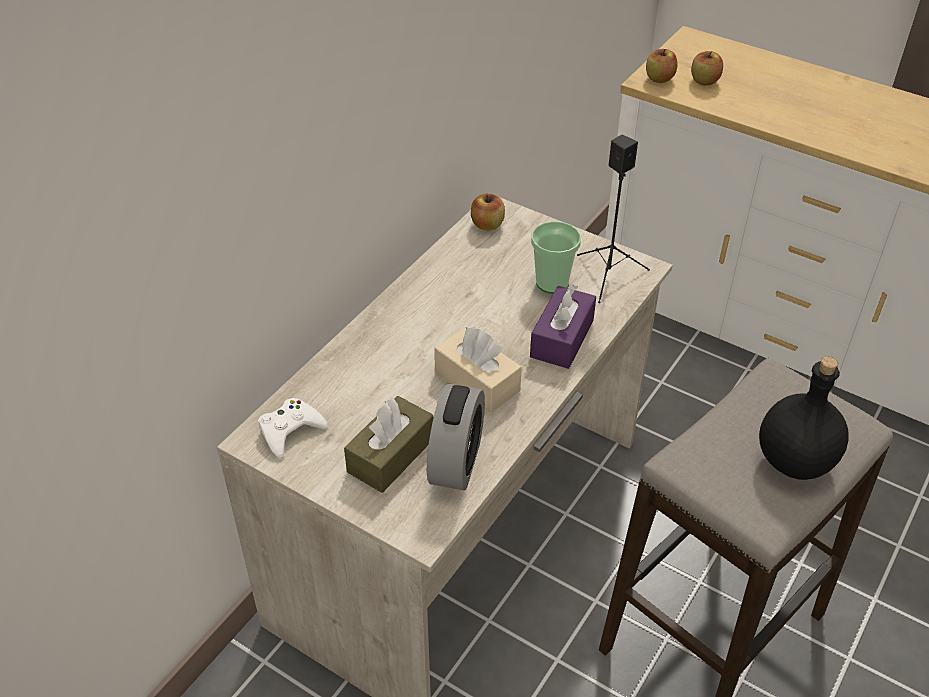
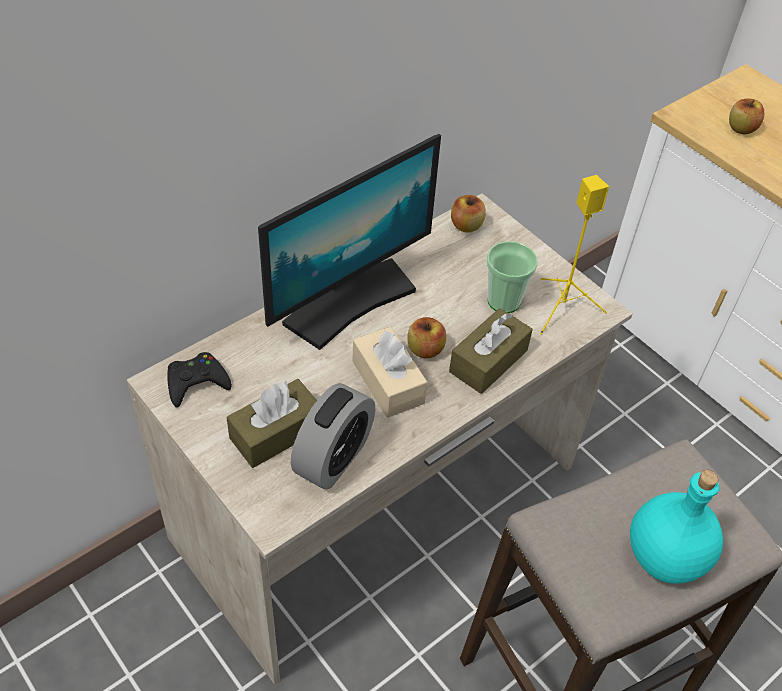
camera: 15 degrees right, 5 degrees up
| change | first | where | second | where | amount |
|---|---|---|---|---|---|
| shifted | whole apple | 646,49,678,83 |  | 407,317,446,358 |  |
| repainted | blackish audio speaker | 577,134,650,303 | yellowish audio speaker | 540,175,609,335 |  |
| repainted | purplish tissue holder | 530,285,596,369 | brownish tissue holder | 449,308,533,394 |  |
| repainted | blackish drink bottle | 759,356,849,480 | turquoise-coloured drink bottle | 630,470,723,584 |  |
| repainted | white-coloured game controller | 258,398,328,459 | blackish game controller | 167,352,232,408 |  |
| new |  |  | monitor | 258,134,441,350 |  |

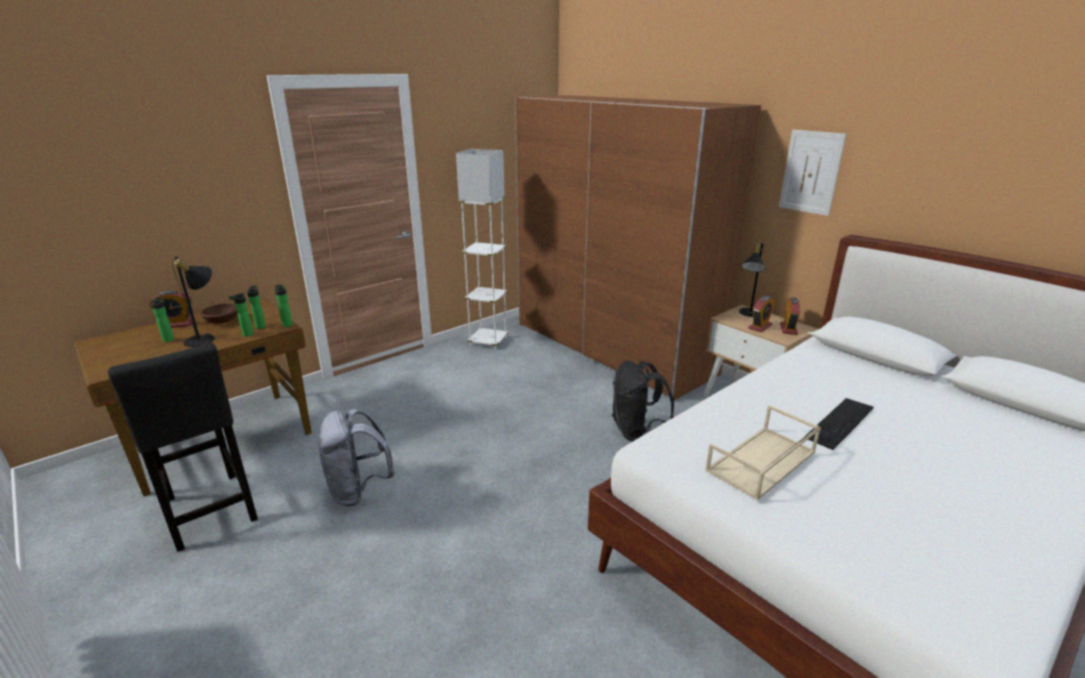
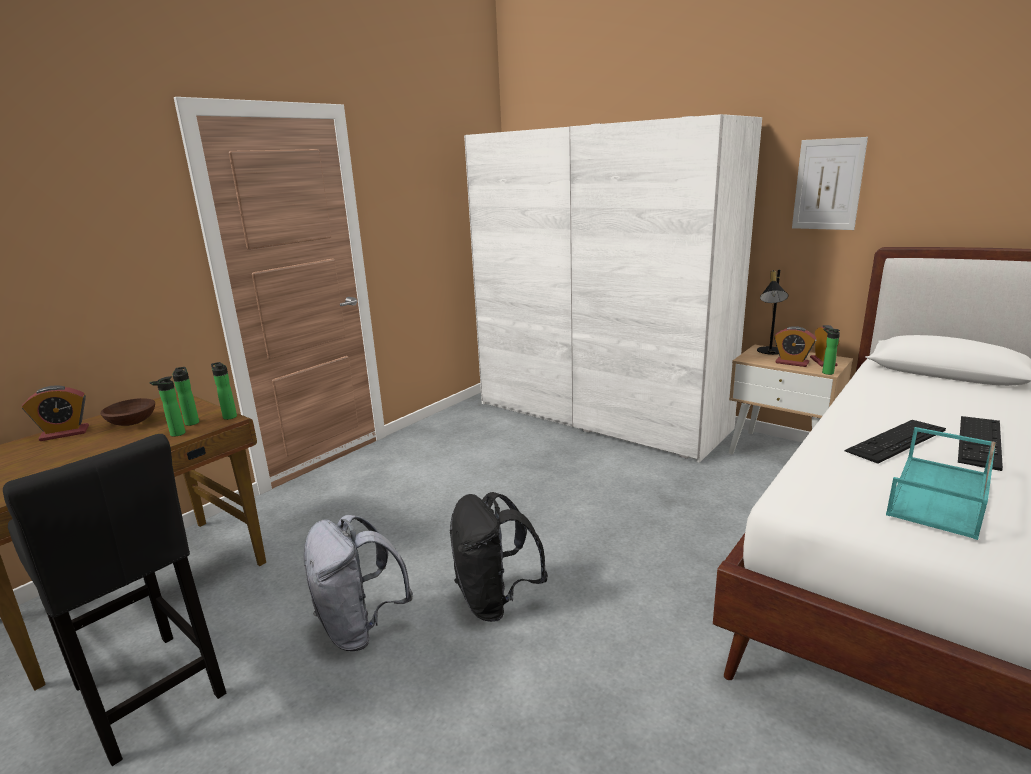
camera: 10 degrees left, 5 degrees down
| change | first | where | second | where | amount |
|---|---|---|---|---|---|
| repainted | brownish armoire | 515,95,761,400 | white-coloured armoire | 464,114,762,463 |  |
| gone | white-coloured floor lamp | 456,149,509,350 |  |  |  |
| gone | blackish tabletop lamp | 172,256,215,347 |  |  |  |
| rotated | table clock | 748,295,775,332 |  | 774,326,816,367 | 90 degrees clockwise |
| shifted | drink bottle | 151,297,174,342 |  | 822,328,840,375 |  |
| shifted | blackish backpack | 612,360,674,442 |  | 450,492,548,622 |  |
| repainted | beige carrying tray | 705,405,821,500 | turquoise-coloured carrying tray | 886,427,996,540 |  |
| new |  |  | keyboard | 844,420,946,464 |  |

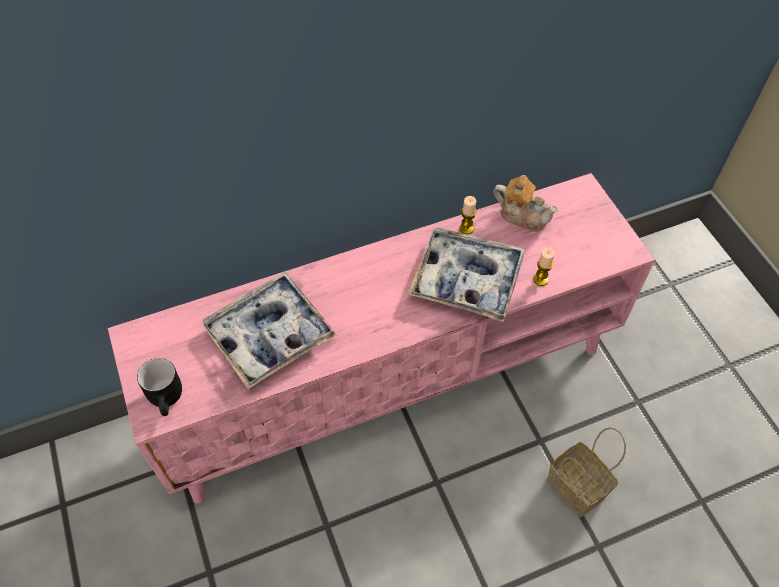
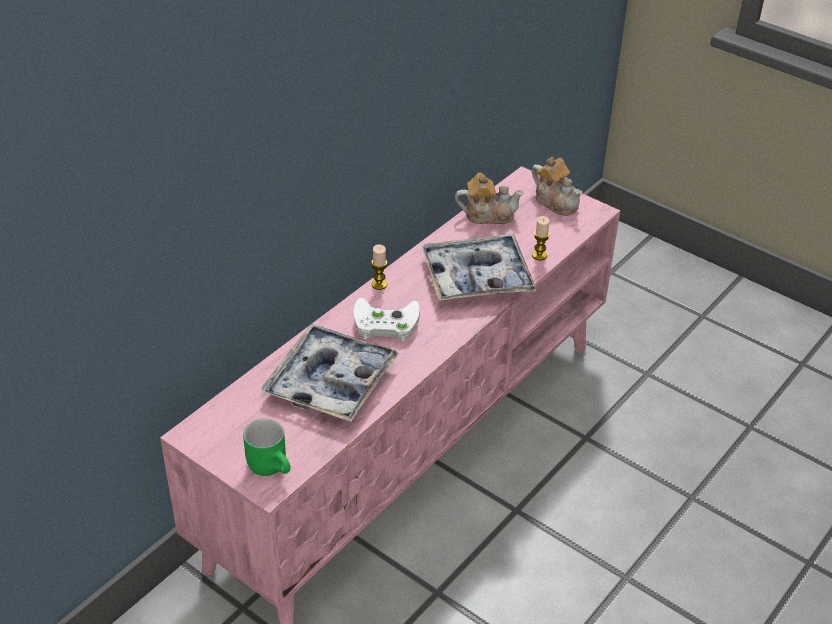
camera: 30 degrees left, 15 degrees down
| change | first | where | second | where | amount |
|---|---|---|---|---|---|
| shifted | wax light | 459,196,476,234 |  | 371,245,387,290 |  |
| repainted | blackish coffee mug | 137,358,182,416 | green-coloured coffee mug | 243,419,291,476 |  |
| gone | household basket | 547,427,626,517 |  |  |  |
| new |  |  | teapot | 532,157,583,216 |  |
| new |  |  | white-coloured game controller | 354,298,420,342 |  |

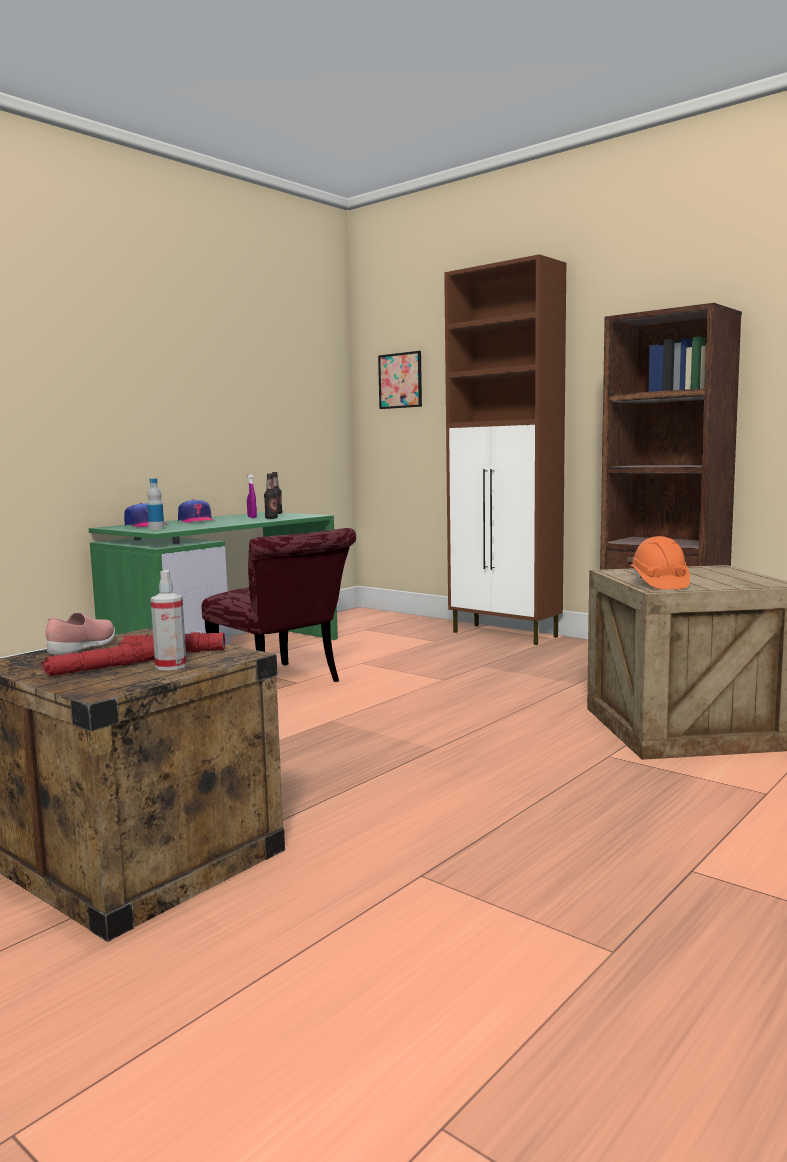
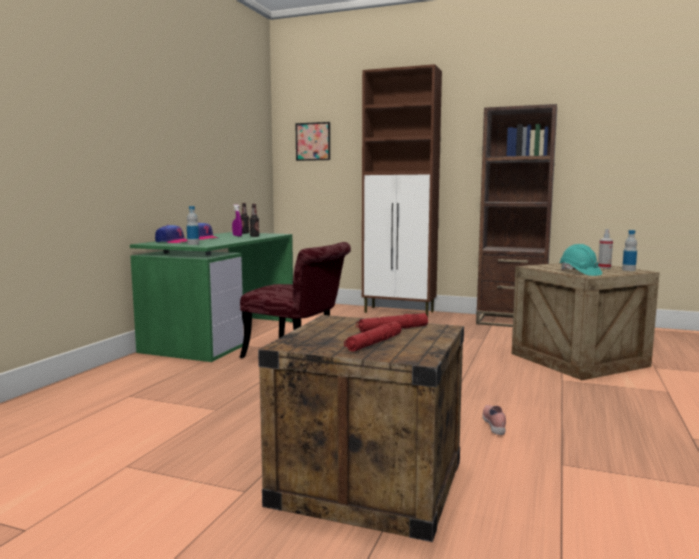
camera: 20 degrees left, 0 degrees up
| change | first | where | second | where | amount |
|---|---|---|---|---|---|
| repainted | orange hard hat | 630,536,690,589 | turquoise-coloured hard hat | 559,244,602,276 |  |
| shifted | hand sprayer | 151,570,187,671 |  | 598,229,613,269 |  |
| shifted | pink-coloured low shoe | 46,613,115,655 |  | 482,405,506,435 |  |
| new |  |  | drink bottle | 622,230,637,271 |  |

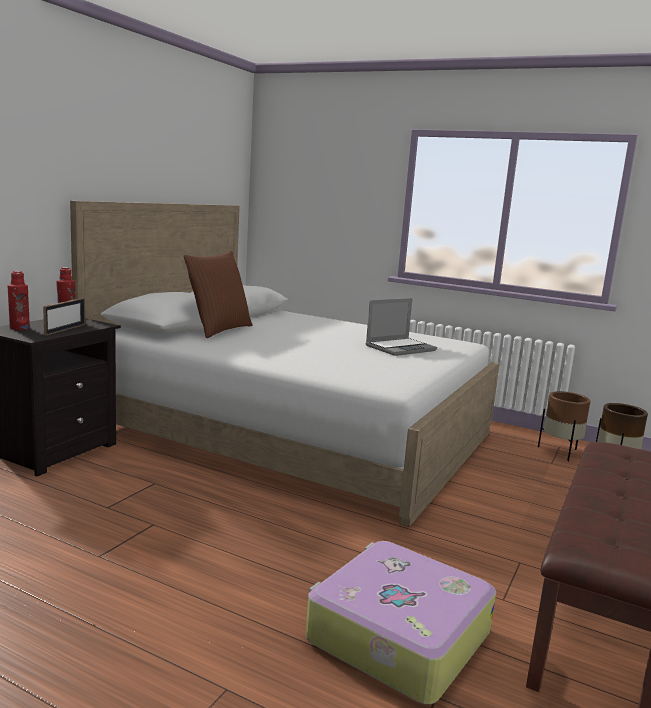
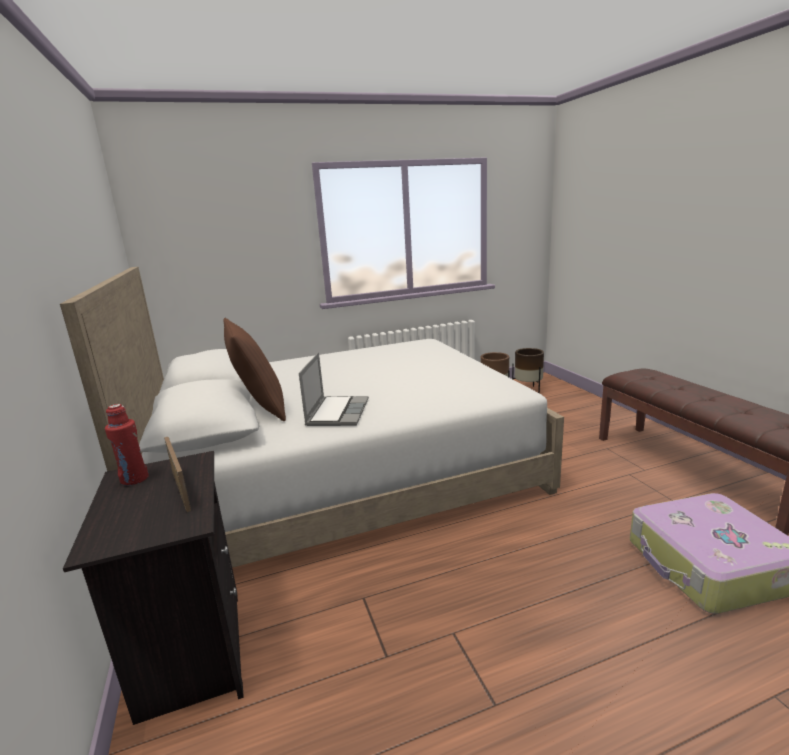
camera: 45 degrees left, 5 degrees up
| change | first | where | second | where | amount |
|---|---|---|---|---|---|
| gone | red-coloured drink bottle | 8,271,30,330 |  |  |  |
| shifted | portable computer | 366,298,437,356 |  | 299,352,369,426 |  |

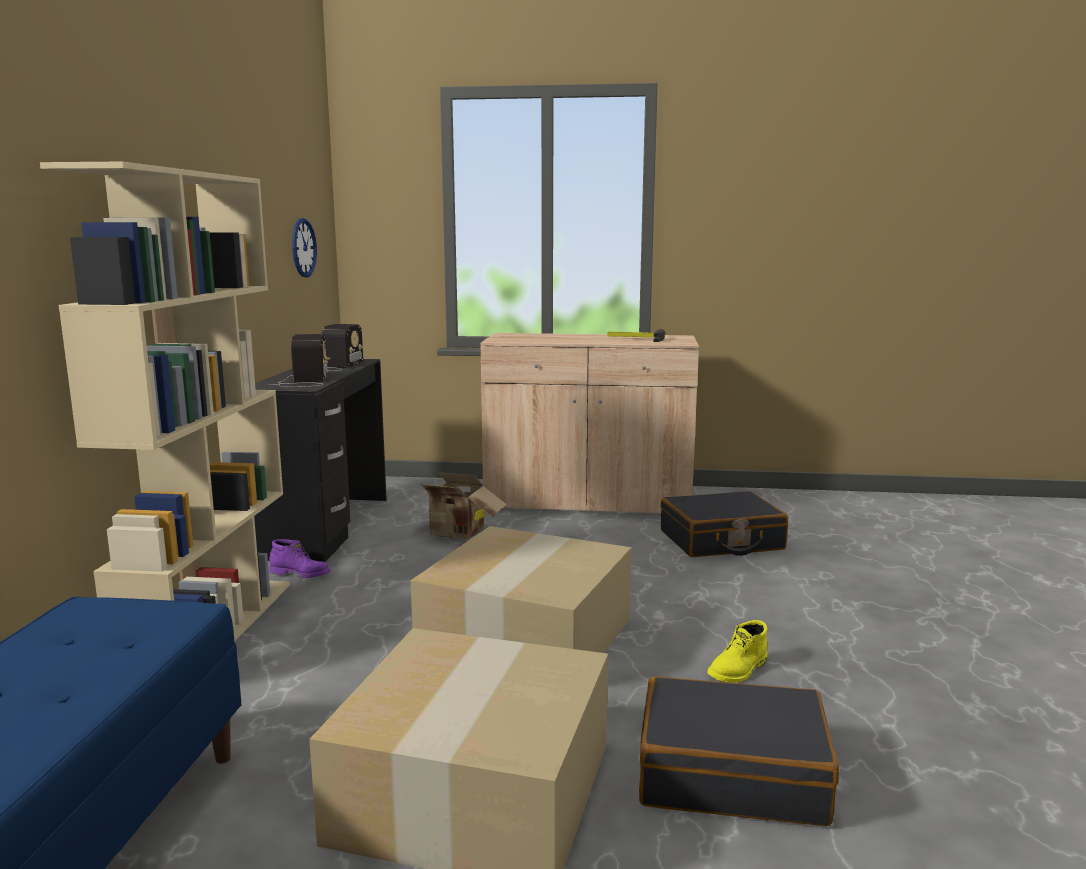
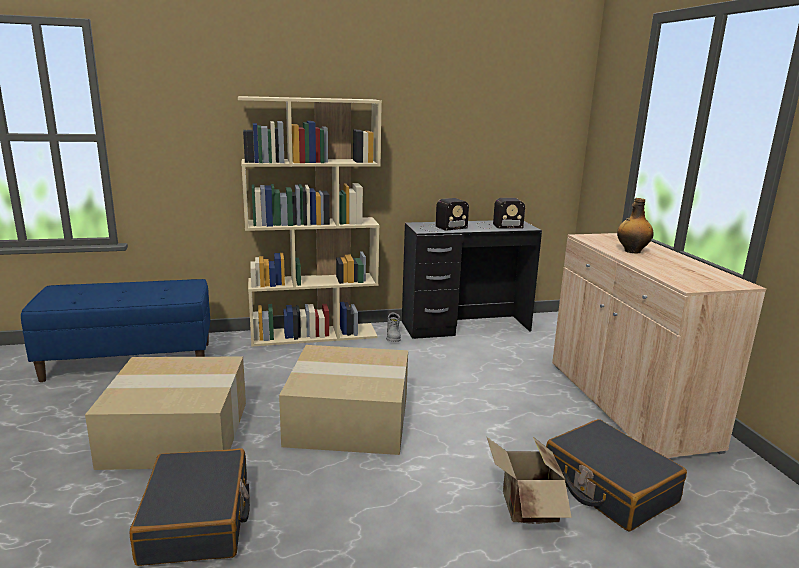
camera: 70 degrees right, 5 degrees up
| change | first | where | second | where | amount |
|---|---|---|---|---|---|
| gone | clock on the wall | 292,218,317,278 |  |  |  |
| gone | hammer | 607,329,665,342 |  |  |  |
| shifted | cardboard box | 415,472,507,539 |  | 487,437,572,524 |  |
| repainted | purplish boot | 269,539,330,578 | greyish boot | 386,313,401,342 |  |
| gone | yellowish boot | 707,620,767,683 |  |  |  |
| new |  |  | drink bottle | 617,198,654,254 |  |

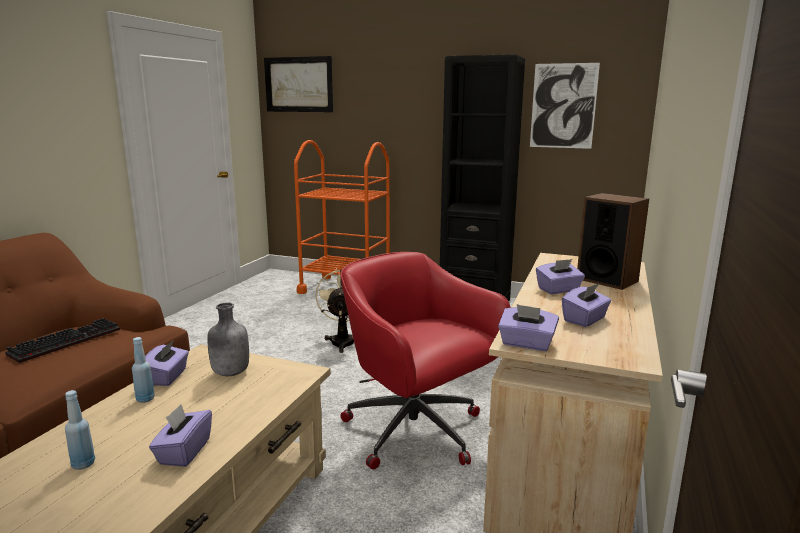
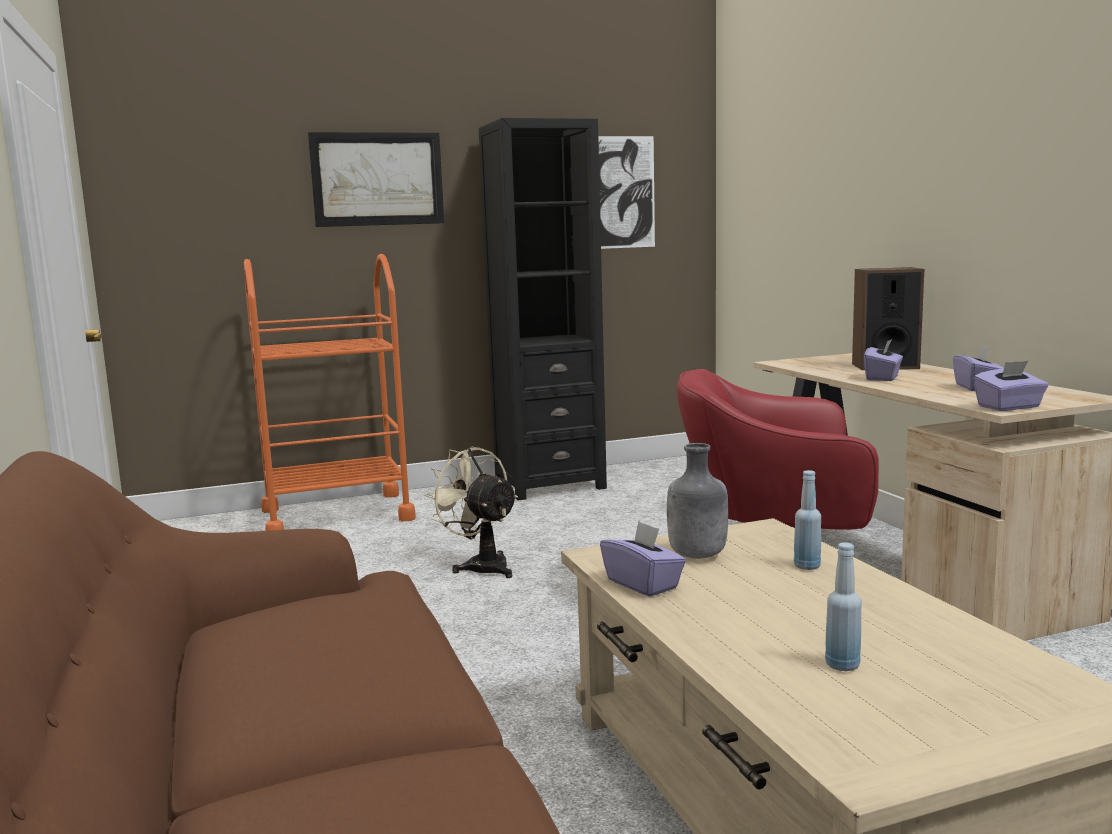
camera: 40 degrees left, 5 degrees down
| change | first | where | second | where | amount |
|---|---|---|---|---|---|
| shifted | wall art | 264,56,333,112 |  | 308,132,444,227 |  |
| gone | keyboard | 5,318,120,363 |  |  |  |
| shifted | bluish drink bottle | 132,337,155,403 |  | 794,470,821,570 |  |
| gone | purplish tissue holder | 149,404,212,467 |  |  |  |

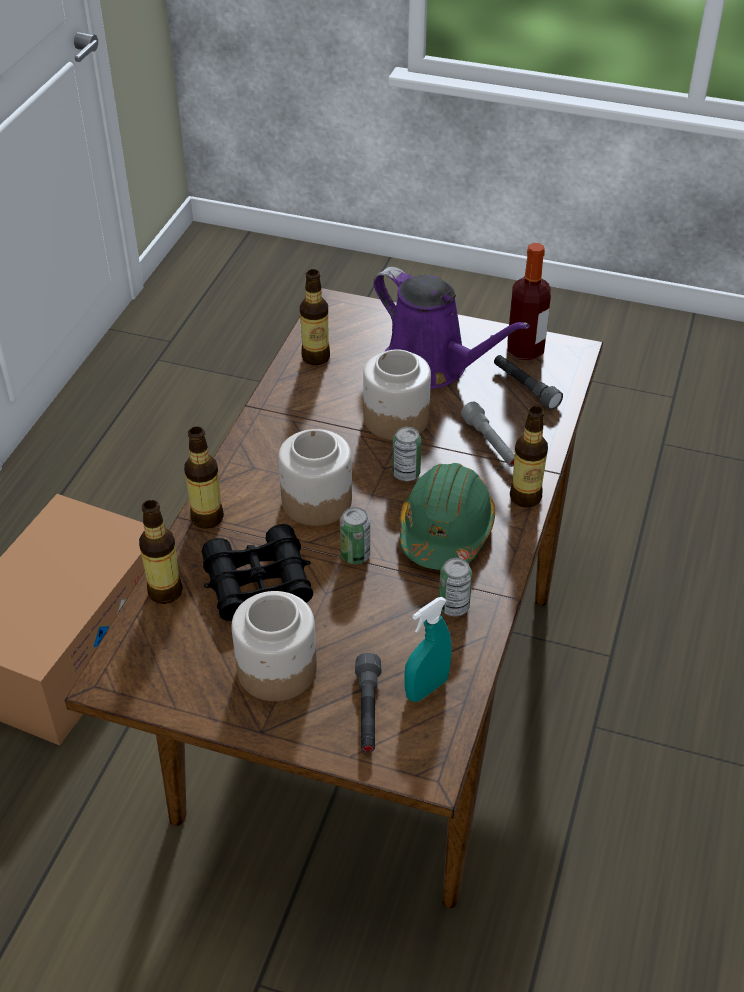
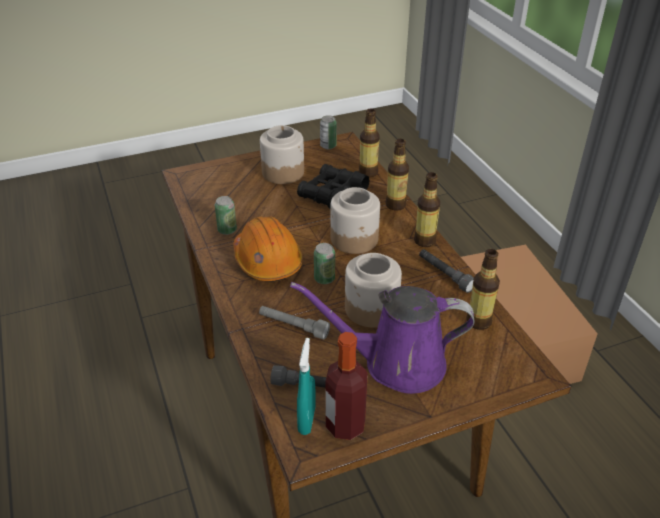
camera: 140 degrees right, 5 degrees down
| change | first | where | second | where | amount |
|---|---|---|---|---|---|
| shifted | drink bottle | 510,406,548,508 |  | 414,172,440,247 |  |
| repainted | green-coloured hard hat | 400,463,495,570 | orange hard hat | 233,216,303,282 |  |
| shifted | metal can | 340,507,370,564 |  | 320,115,337,149 |  |
| shifted | turquoise-coloured hand sprayer | 404,597,452,702 |  | 297,338,315,435 |  |
| shifted | greyish flashlight | 355,653,382,752 |  | 419,249,474,293 |  |

